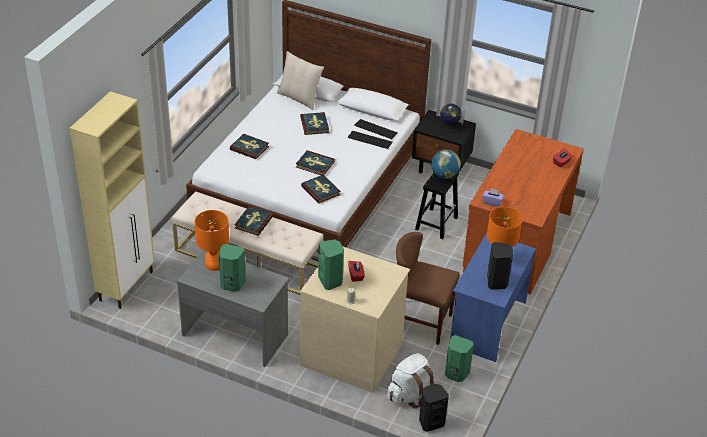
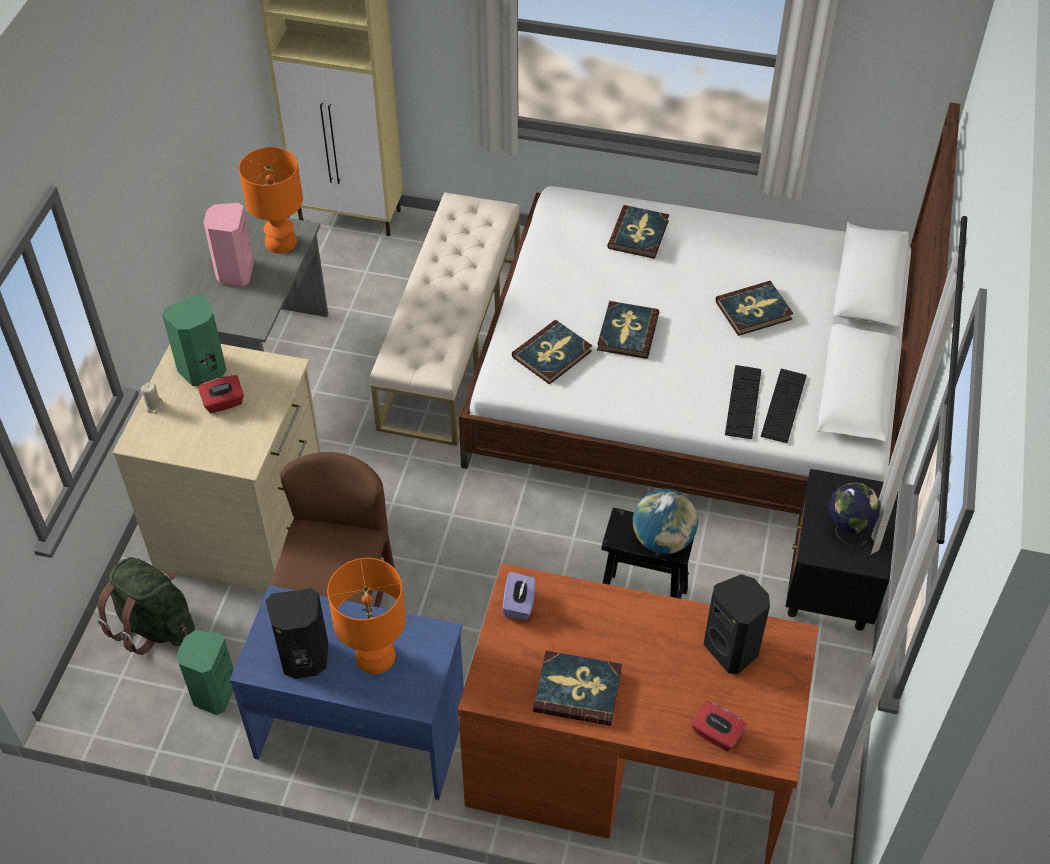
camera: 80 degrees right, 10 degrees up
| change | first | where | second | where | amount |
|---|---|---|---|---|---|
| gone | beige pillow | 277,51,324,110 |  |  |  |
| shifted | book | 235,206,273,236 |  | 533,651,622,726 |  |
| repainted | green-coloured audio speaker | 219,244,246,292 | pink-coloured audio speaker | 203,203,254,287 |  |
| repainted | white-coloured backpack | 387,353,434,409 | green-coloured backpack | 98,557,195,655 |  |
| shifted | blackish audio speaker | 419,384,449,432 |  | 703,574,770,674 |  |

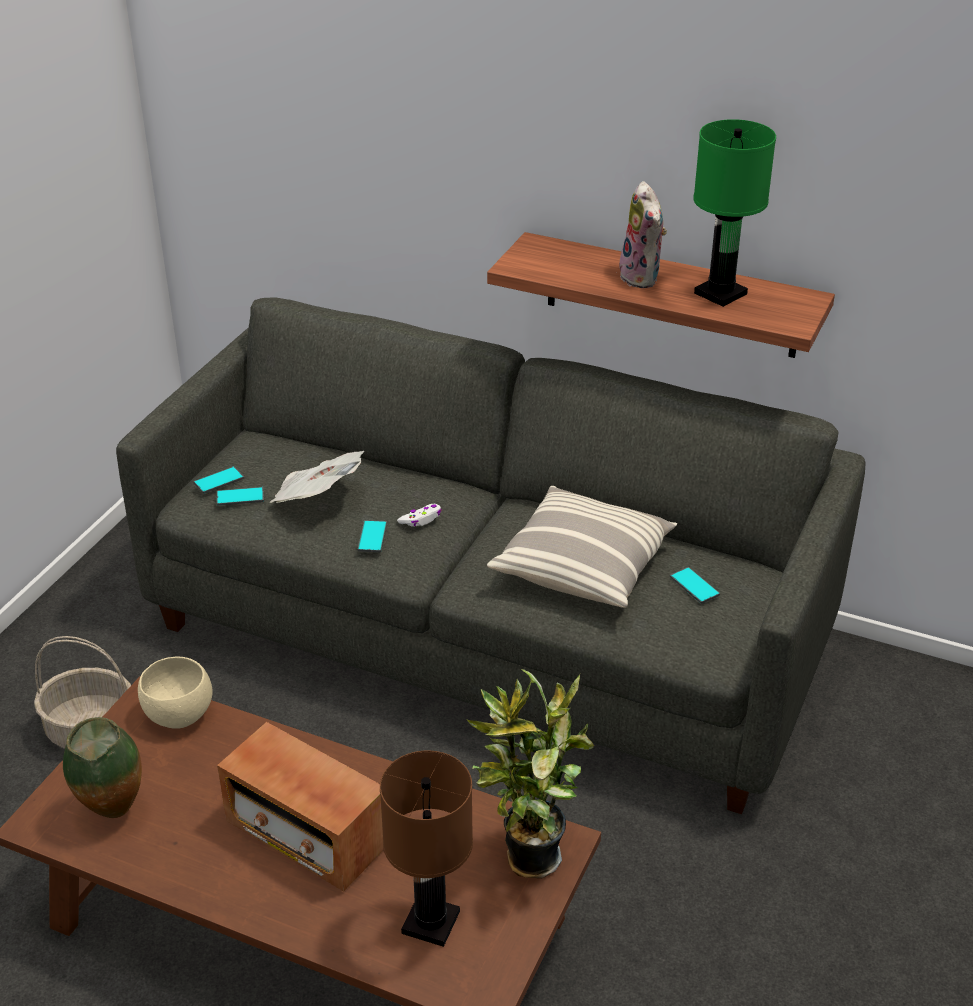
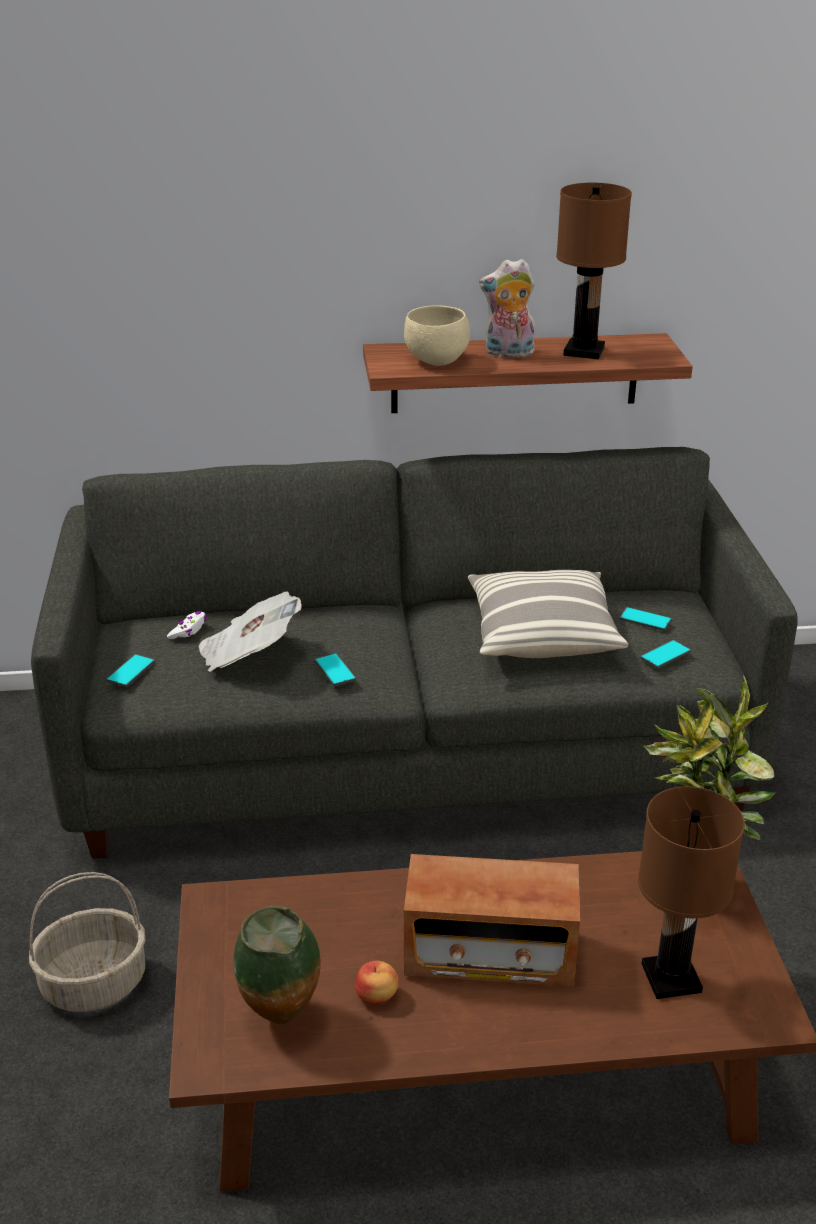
camera: 30 degrees left, 5 degrees down
| change | first | where | second | where | amount |
|---|---|---|---|---|---|
| repainted | green-coloured tabletop lamp | 693,119,776,307 | brownish tabletop lamp | 556,183,632,359 |  |
| rotated | plush toy | 619,181,667,288 |  | 479,259,535,358 | 135 degrees clockwise |
| shifted | telephone | 217,487,264,506 |  | 640,640,691,669 |  |
| shifted | white-coloured game controller | 397,504,442,527 |  | 167,611,206,639 |  |
| shifted | beige bowl | 138,657,212,729 |  | 404,305,470,366 |  |
| new |  |  | whole apple | 355,961,399,1005 |  |

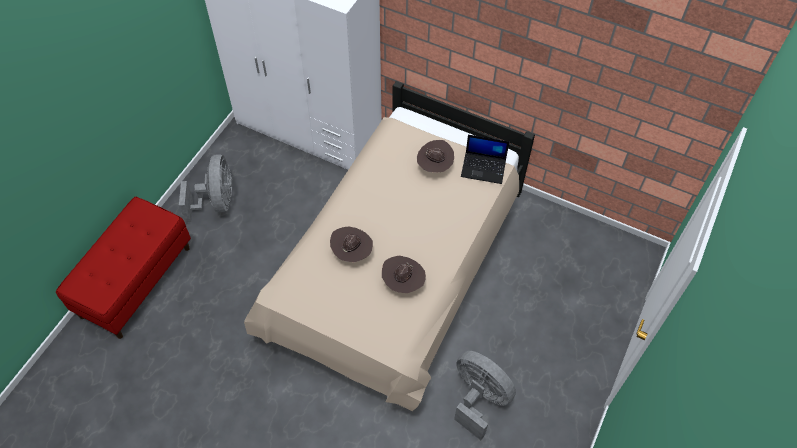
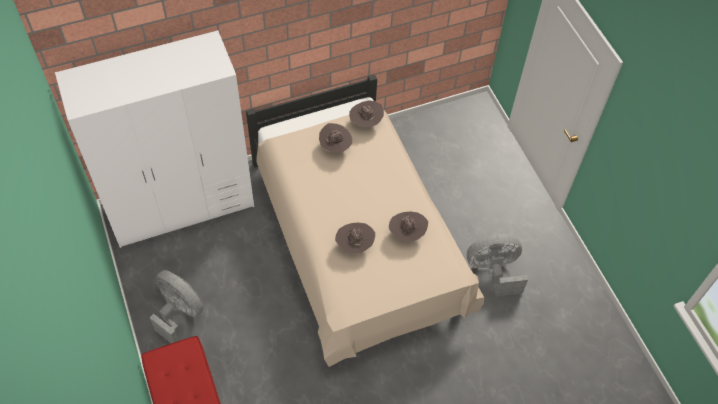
camera: 50 degrees left, 0 degrees up
| change | first | where | second | where | amount |
|---|---|---|---|---|---|
| swapped | portable computer | 461,135,510,184 | brownish wearable hat | 349,100,384,127 |  |

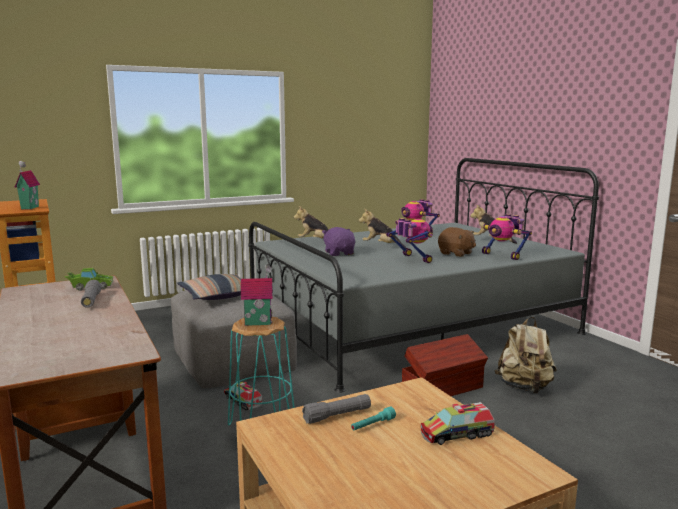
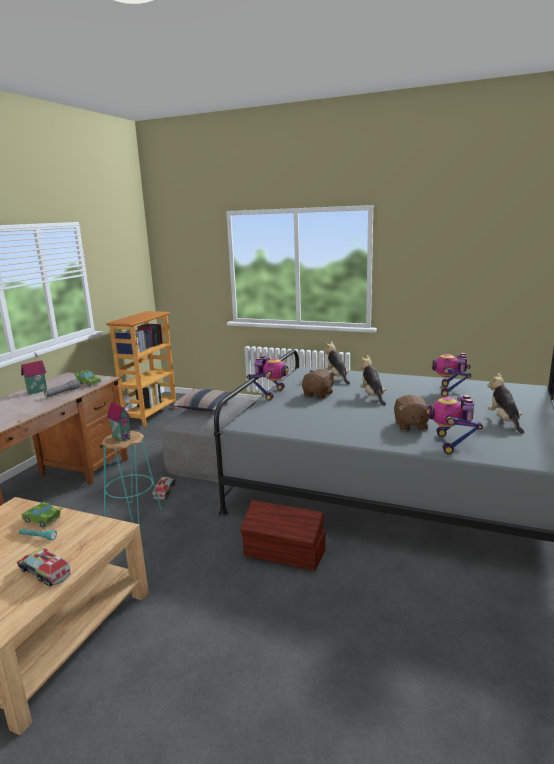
camera: 50 degrees right, 5 degrees up
| change | first | where | second | where | amount |
|---|---|---|---|---|---|
| shifted | miniature house | 14,161,40,210 |  | 21,353,47,395 |  |
| shifted | robot figure | 386,218,433,263 |  | 247,355,289,401 |  |
| repainted | purplish plush toy | 322,227,355,256 | brownish plush toy | 302,369,336,399 |  |
| gone | beige backpack | 495,317,557,393 |  |  |  |
| swapped | greyish flashlight | 302,394,371,424 | green-coloured miniature car | 21,502,62,528 |  |

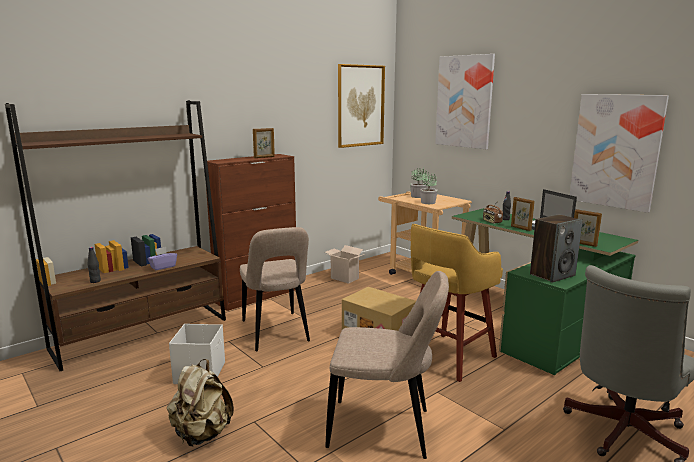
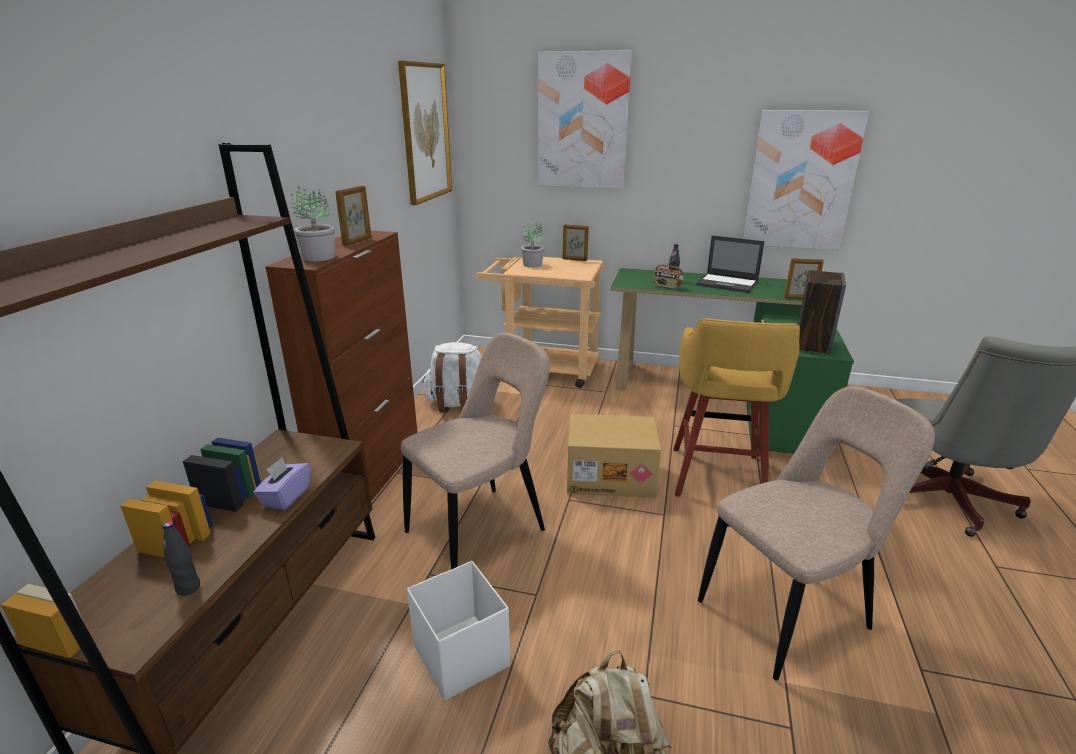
camera: 35 degrees left, 10 degrees up
| change | first | where | second | where | amount |
|---|---|---|---|---|---|
| shifted | potted plant | 420,171,438,204 |  | 291,186,335,261 |  |
| shifted | photo frame | 511,197,535,231 |  | 563,224,589,261 |  |
| rotated | beige upright chair | 240,227,310,351 |  | 401,333,550,570 | 75 degrees counterclockwise |
| swapped | cardboard box | 325,245,365,284 | white-coloured backpack | 422,342,482,413 |  |

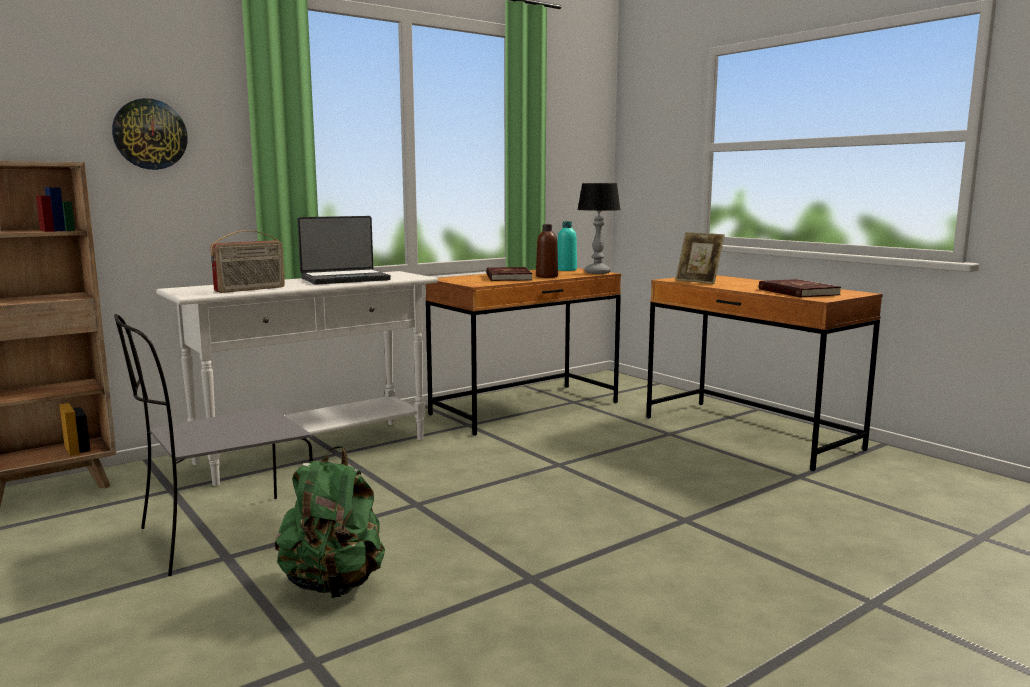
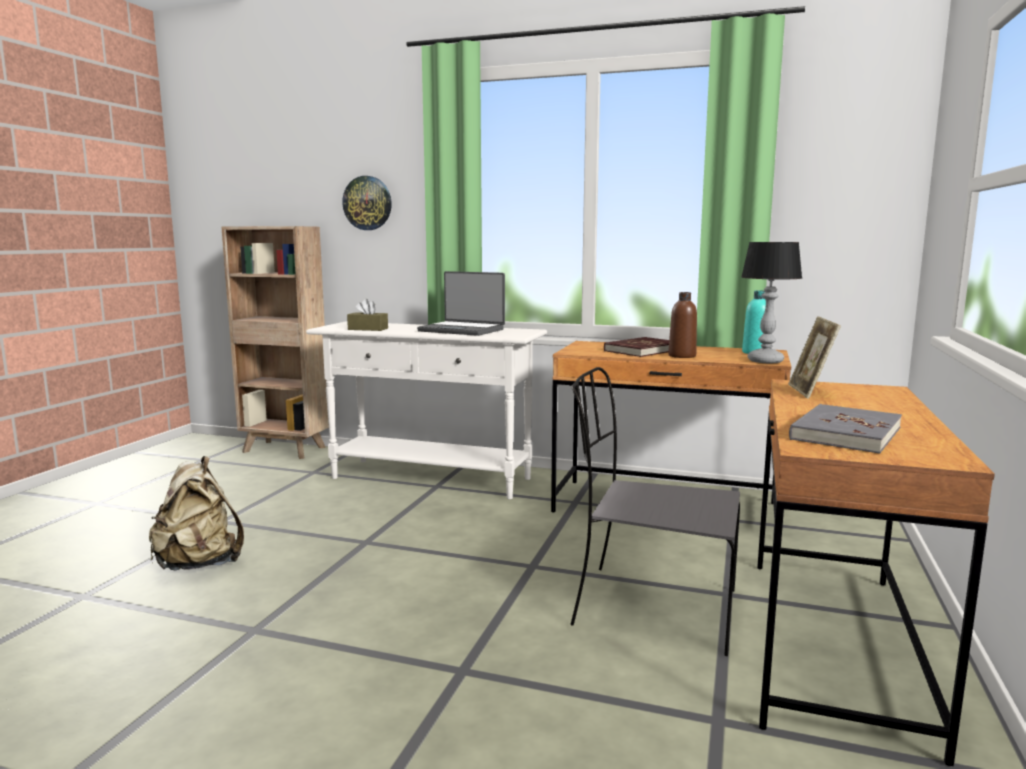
camera: 55 degrees right, 0 degrees up
| change | first | where | second | where | amount |
|---|---|---|---|---|---|
| swapped | radio set | 211,230,285,293 | brownish tissue holder | 347,299,388,331 |  |
| repainted | red-coloured book | 759,279,841,298 | greyish book | 789,404,902,453 |  |
| shifted | greyish upright chair | 114,314,313,576 |  | 570,367,740,656 |  |
| repainted | green-coloured backpack | 275,446,385,598 | beige backpack | 149,456,244,571 |  |

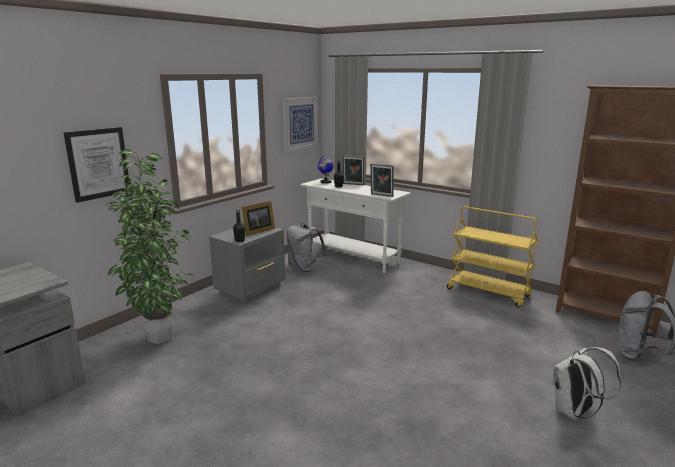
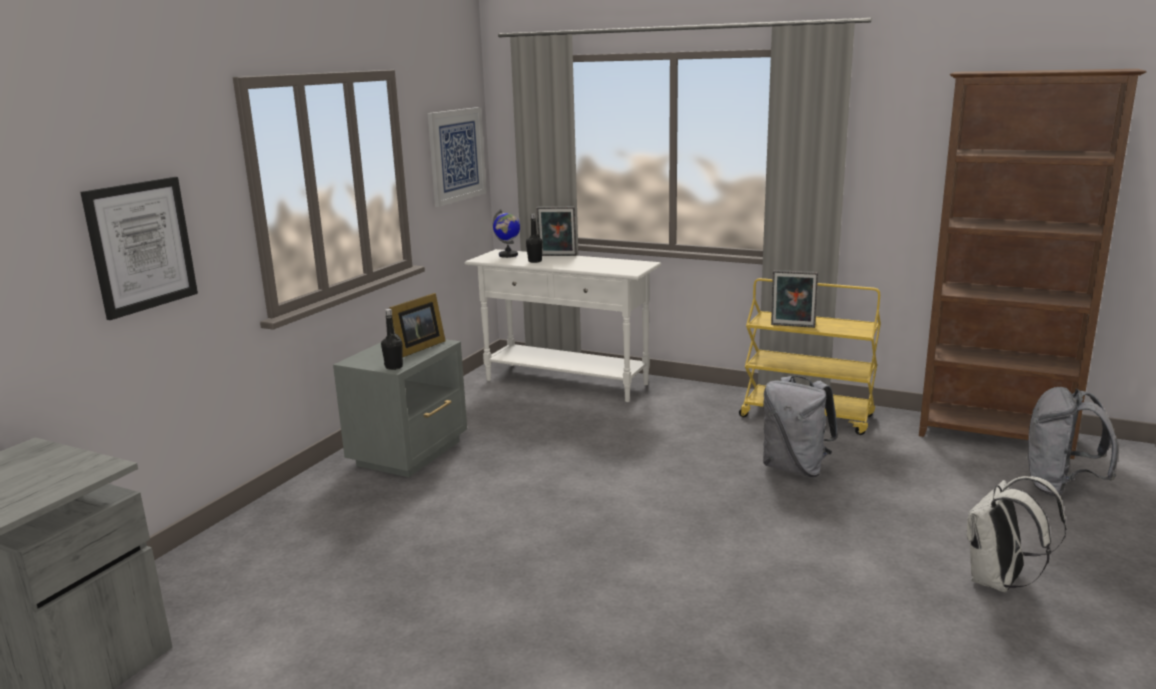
camera: 10 degrees left, 0 degrees up
| change | first | where | second | where | amount |
|---|---|---|---|---|---|
| gone | potted plant | 107,149,192,344 |  |  |  |
| shifted | photo frame | 370,163,394,197 |  | 771,270,818,328 |  |
| shifted | greyish backpack | 287,224,326,272 |  | 763,376,838,477 |  |

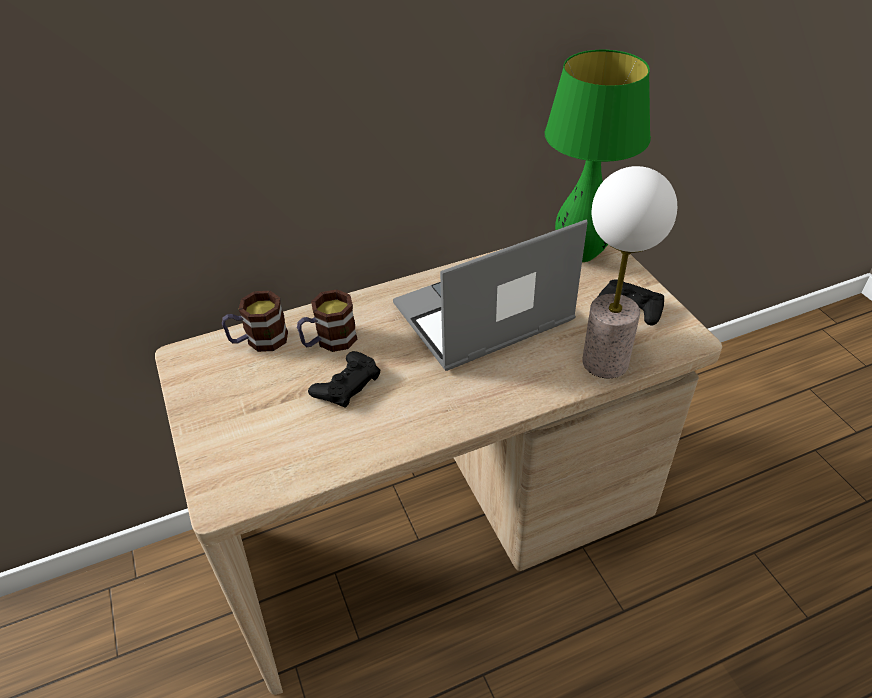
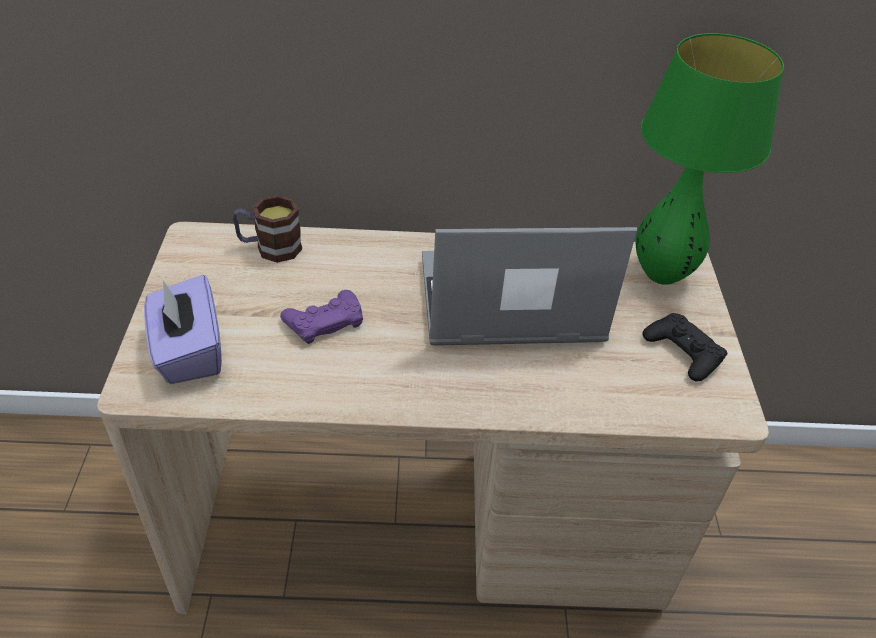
camera: 20 degrees right, 0 degrees up
| change | first | where | second | where | amount |
|---|---|---|---|---|---|
| gone | tabletop lamp | 582,166,677,378 |  |  |  |
| gone | coffee mug | 297,289,358,352 |  |  |  |
| repainted | blackish game controller | 308,351,381,408 | purplish game controller | 280,290,363,344 |  |
| new |  |  | purplish tissue holder | 144,275,222,384 |  |

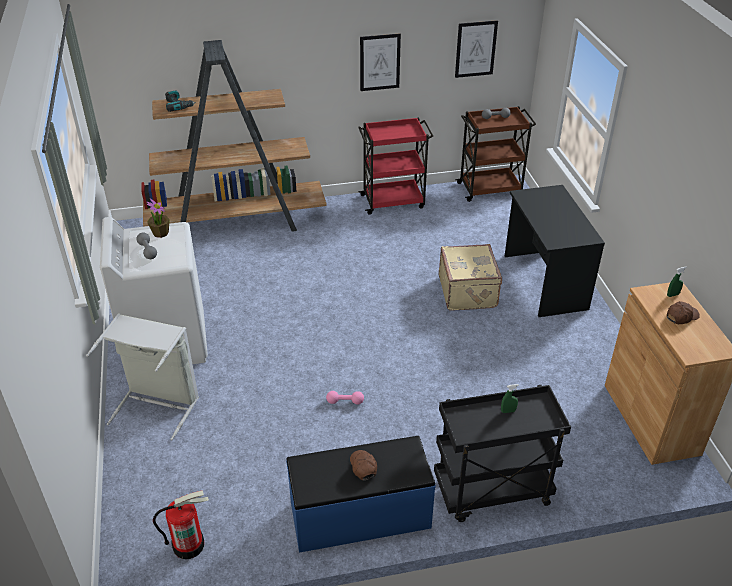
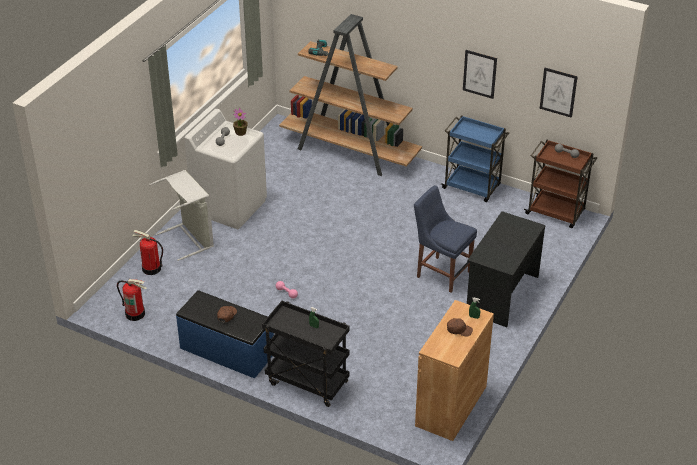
camera: 40 degrees right, 0 degrees up
| change | first | where | second | where | amount |
|---|---|---|---|---|---|
| repainted | red-coloured cart | 358,117,433,215 | bluish cart | 441,115,509,202 |  |
| swapped | beige travel case | 439,244,502,311 | bluish upright chair | 414,185,477,293 |  |
| new |  |  | fire-fighting cylinder | 132,230,163,275 |  |

